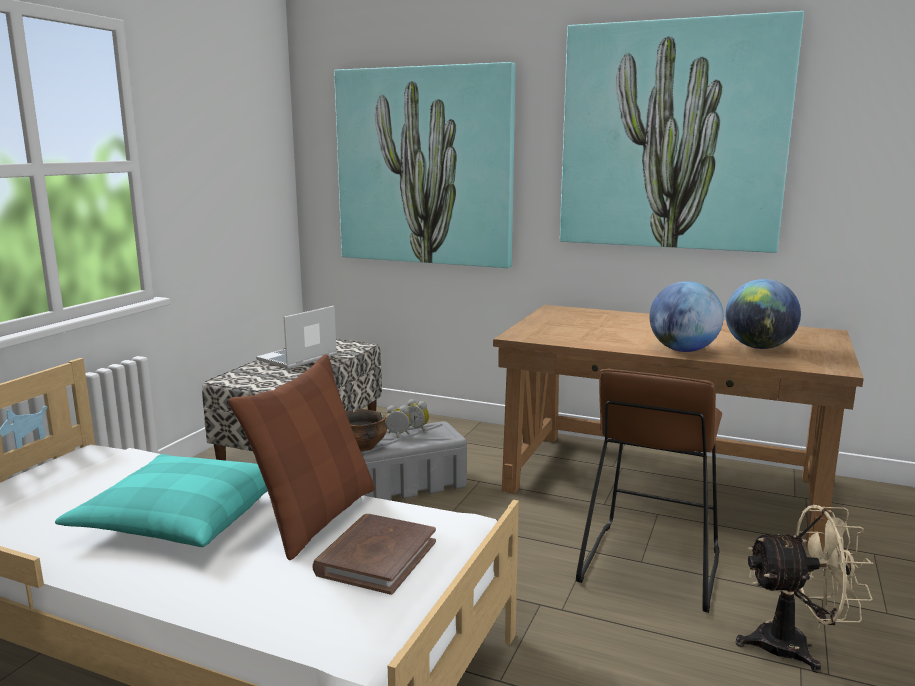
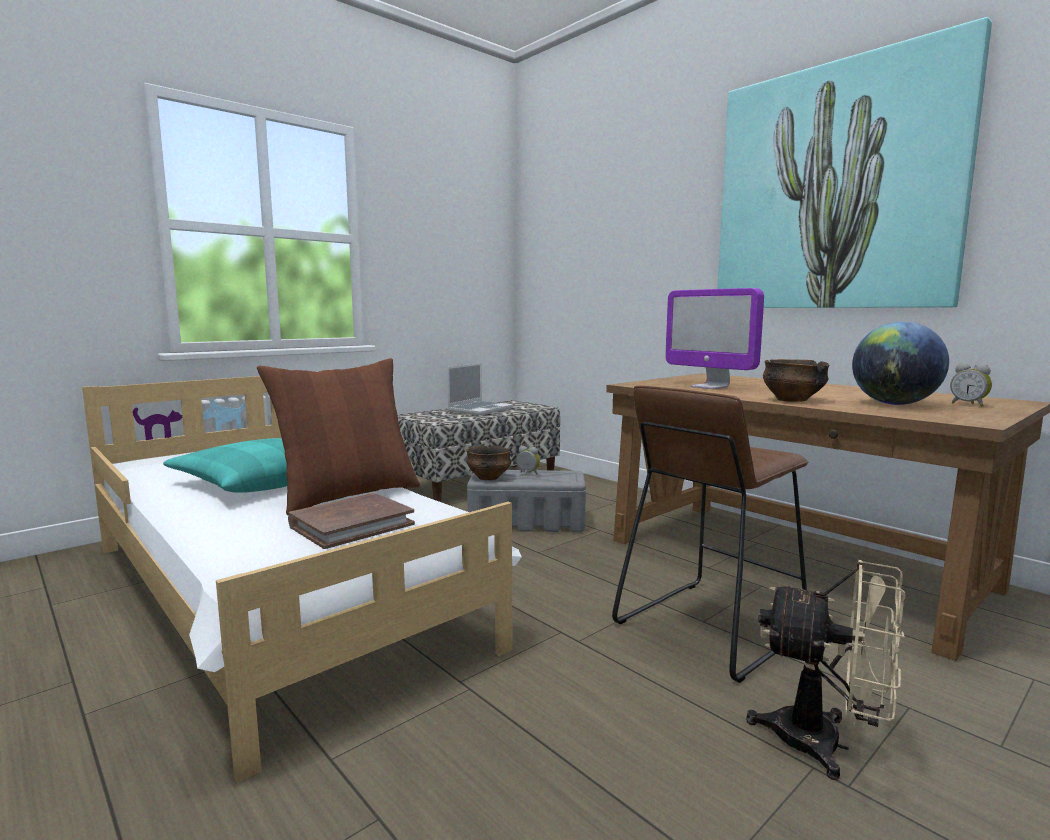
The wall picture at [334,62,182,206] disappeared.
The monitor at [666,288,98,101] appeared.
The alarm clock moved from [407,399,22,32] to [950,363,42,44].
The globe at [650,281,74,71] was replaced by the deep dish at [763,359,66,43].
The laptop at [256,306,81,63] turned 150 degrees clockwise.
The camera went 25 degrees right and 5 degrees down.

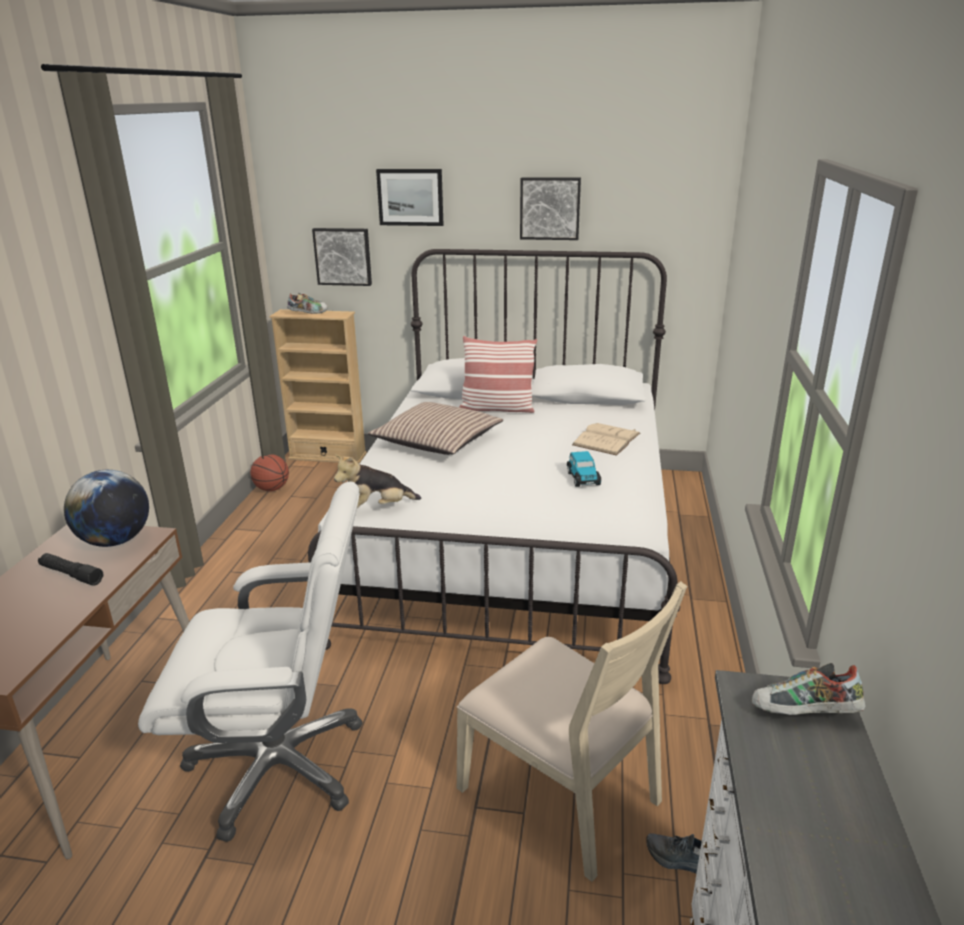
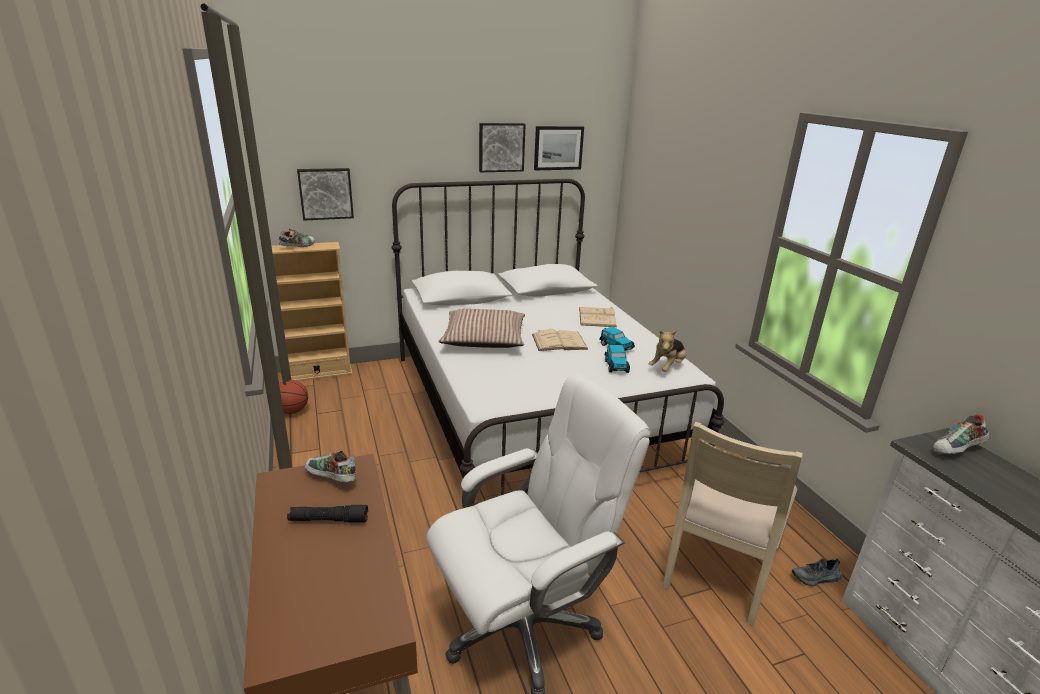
The cushion at [460,336,77,77] disappeared.
The beige volume at [532,329,56,22] appeared.
The miniature car at [605,345,25,28] appeared.
The cuddly toy moved from [334,455,87,53] to [648,330,39,42].
The wall picture moved from [376,169,67,57] to [534,126,50,44].
The globe at [64,470,85,77] was replaced by the shoe at [305,451,51,31].
The beige chair at [457,581,230,301] turned 105 degrees clockwise.
The camera went 30 degrees left and 0 degrees up.

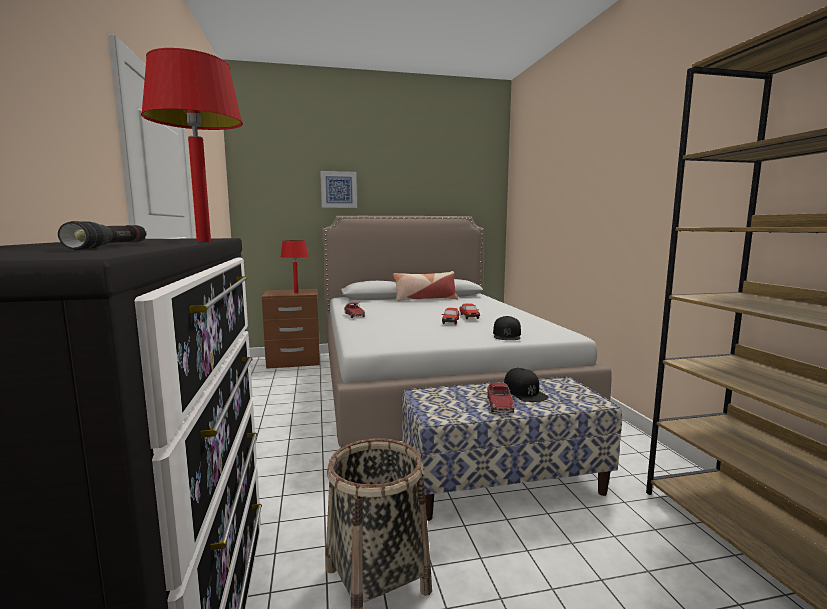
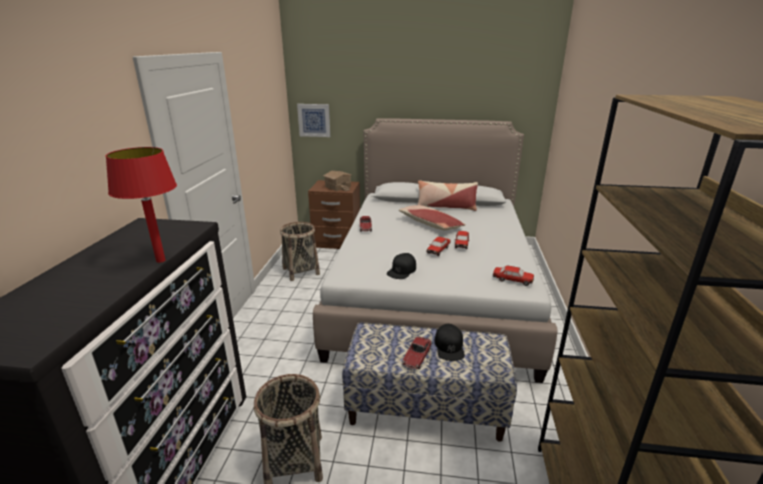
The black flashlight at [58,221,89,29] disappeared.
The household basket at [280,222,40,59] appeared.
The cushion at [399,205,67,25] appeared.
The miniature car at [493,265,41,21] appeared.
The wall picture moved from [320,171,37,37] to [297,104,33,33].
The black peaked cap moved from [493,316,28,24] to [387,253,29,26].
The reddish table lamp at [281,240,28,53] was replaced by the toy house at [323,171,28,20].
The camera went 20 degrees right and 15 degrees up.

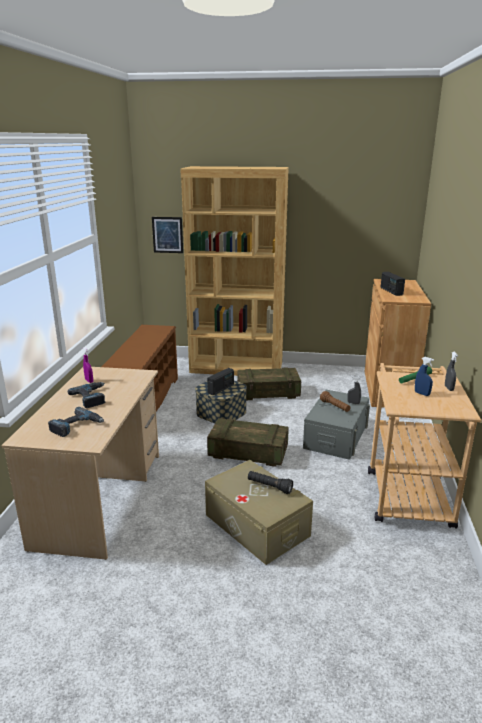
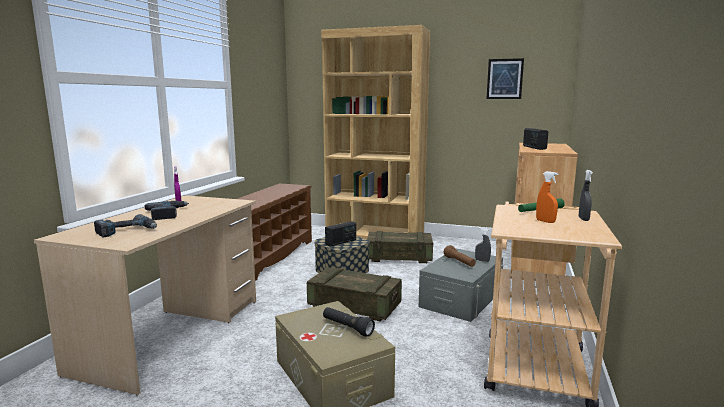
The wall picture moved from [152,217,31,36] to [487,58,37,41].
The blue-coloured sprayer at [415,357,19,39] became the orangey sprayer at [536,171,22,52].
The camera went 10 degrees right and 10 degrees down.

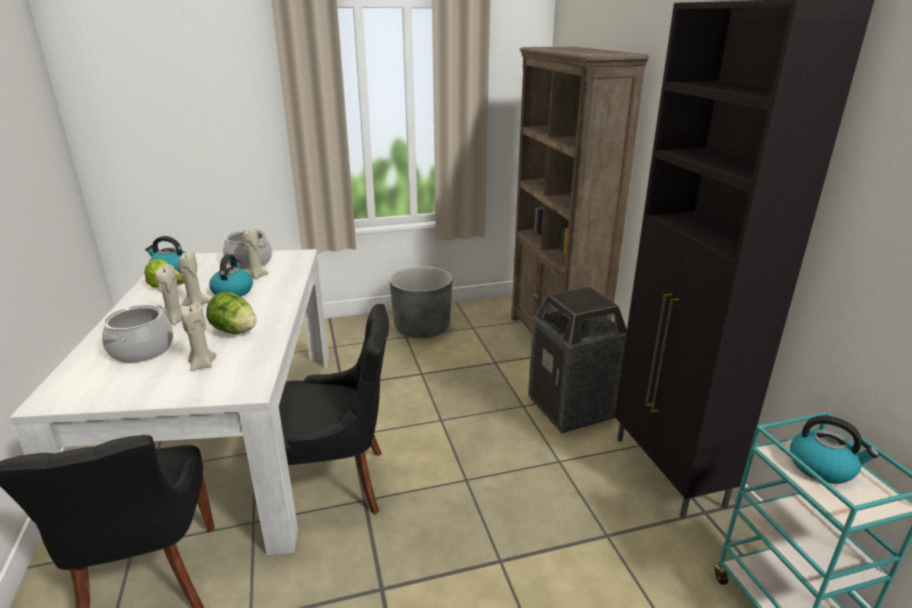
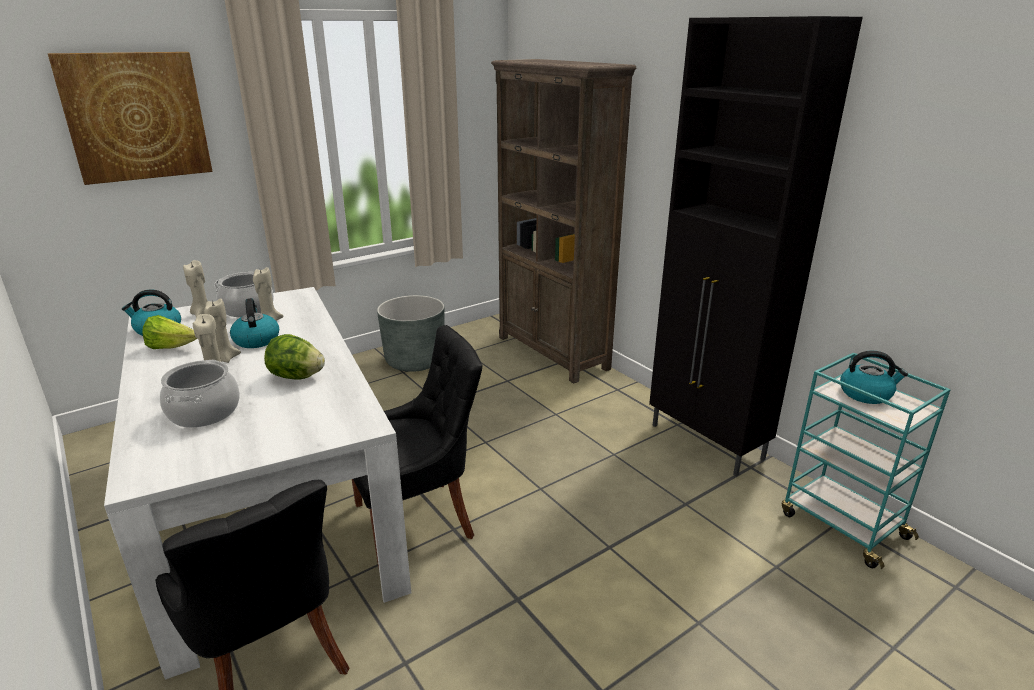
The waste bin at [528,287,99,146] disappeared.
The wall picture at [48,52,165,133] appeared.
The beige wax light moved from [181,302,35,69] to [183,260,24,57].
The camera went 20 degrees left and 0 degrees up.

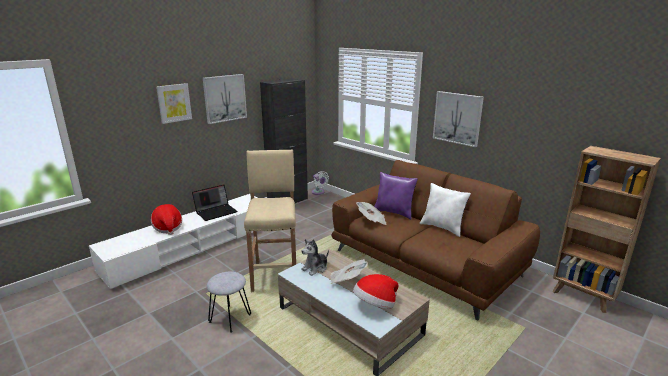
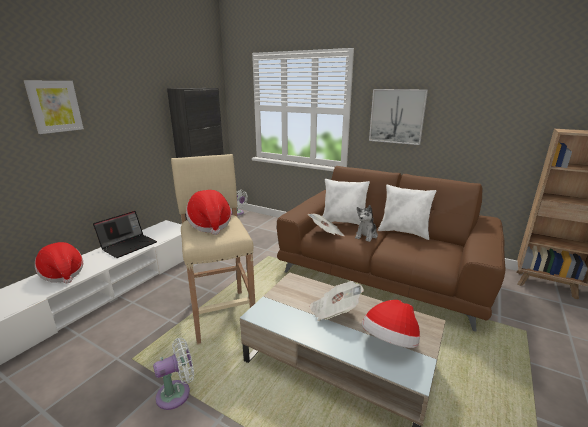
The wall picture at [203,74,44,50] disappeared.
The clothing hat at [186,190,45,45] appeared.
The cuddly toy moved from [301,239,28,37] to [355,205,23,37].
The grey stool at [207,272,44,61] was replaced by the white-coloured cooling fan at [153,338,41,72].
The purple cushion at [374,172,44,48] became the white-coloured cushion at [322,179,48,46].
The camera went 15 degrees left and 0 degrees up.

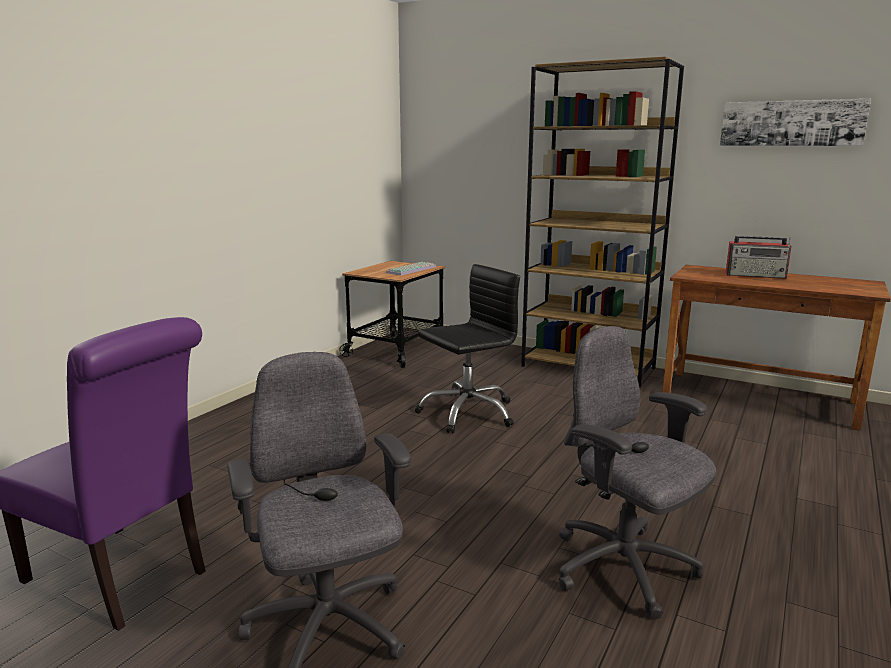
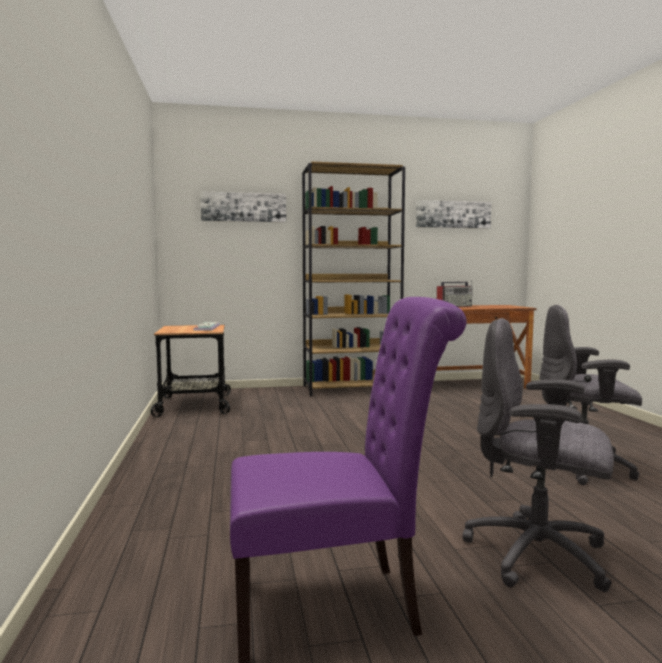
The black office chair at [415,264,105,170] disappeared.
The wall picture at [200,191,86,31] appeared.
The camera went 40 degrees left and 10 degrees down.

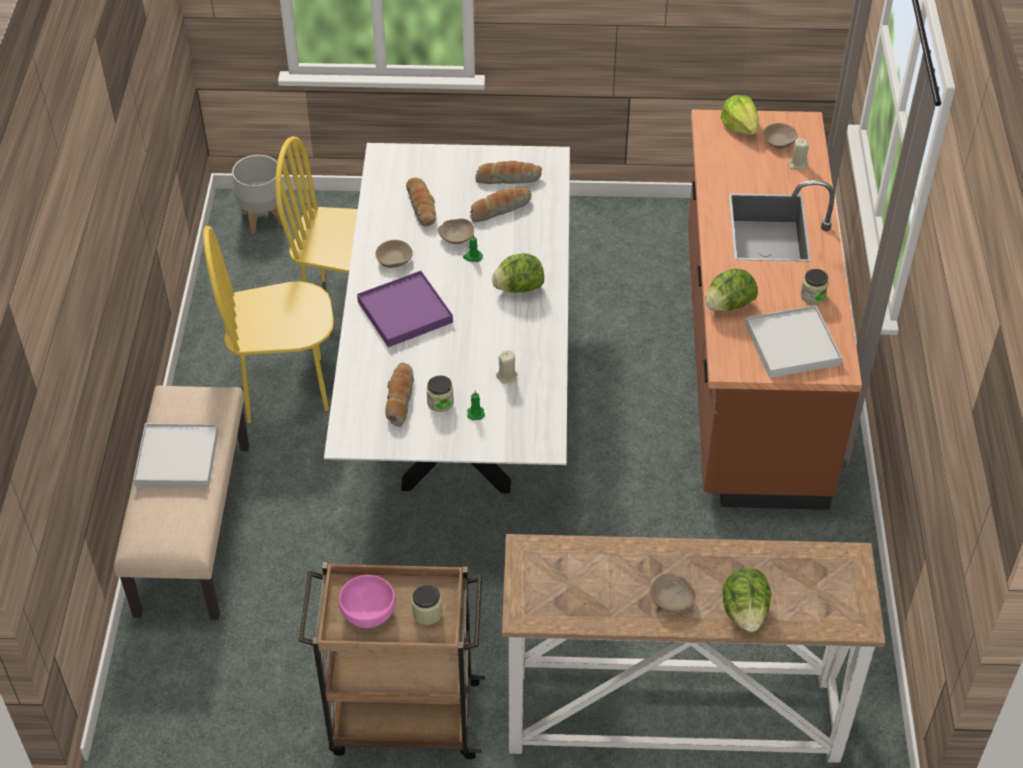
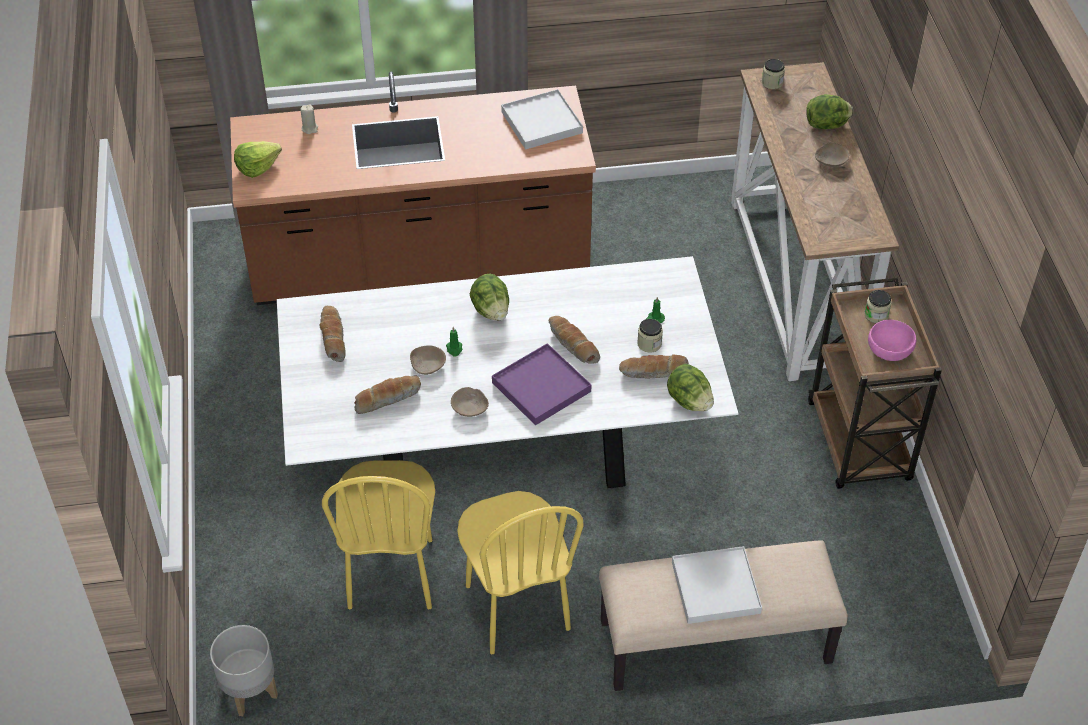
The beige wax light at [496,350,22,34] disappeared.
The beige deep dish at [763,123,35,26] disappeared.
The baked bread moved from [470,187,61,35] to [549,316,51,48].
The lettuce moved from [706,269,52,43] to [667,364,47,47].
The preserve jar moved from [800,269,29,35] to [762,59,23,30].
The camera went 100 degrees left and 0 degrees up.

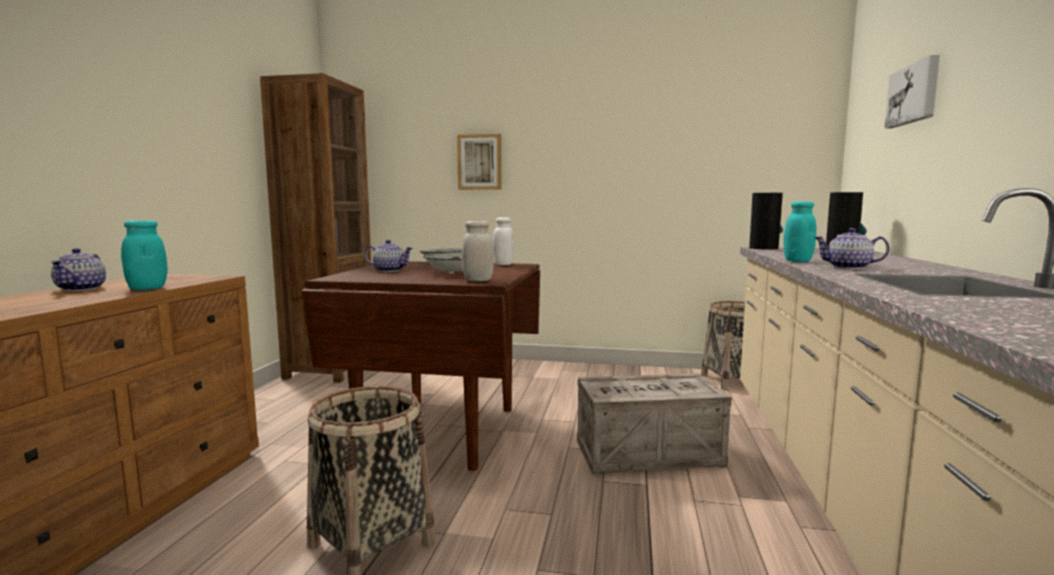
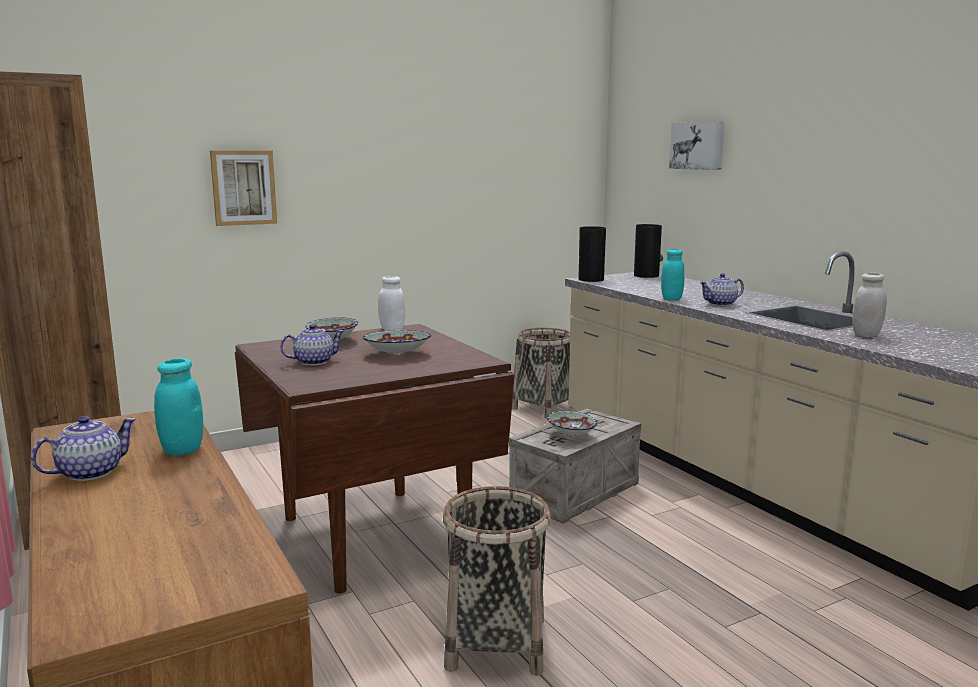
The deep dish at [547,411,50,25] appeared.
The white-coloured preserve jar moved from [462,221,32,60] to [853,273,33,64].
The teapot at [51,248,55,43] turned 90 degrees counterclockwise.
The camera went 40 degrees left and 5 degrees up.

